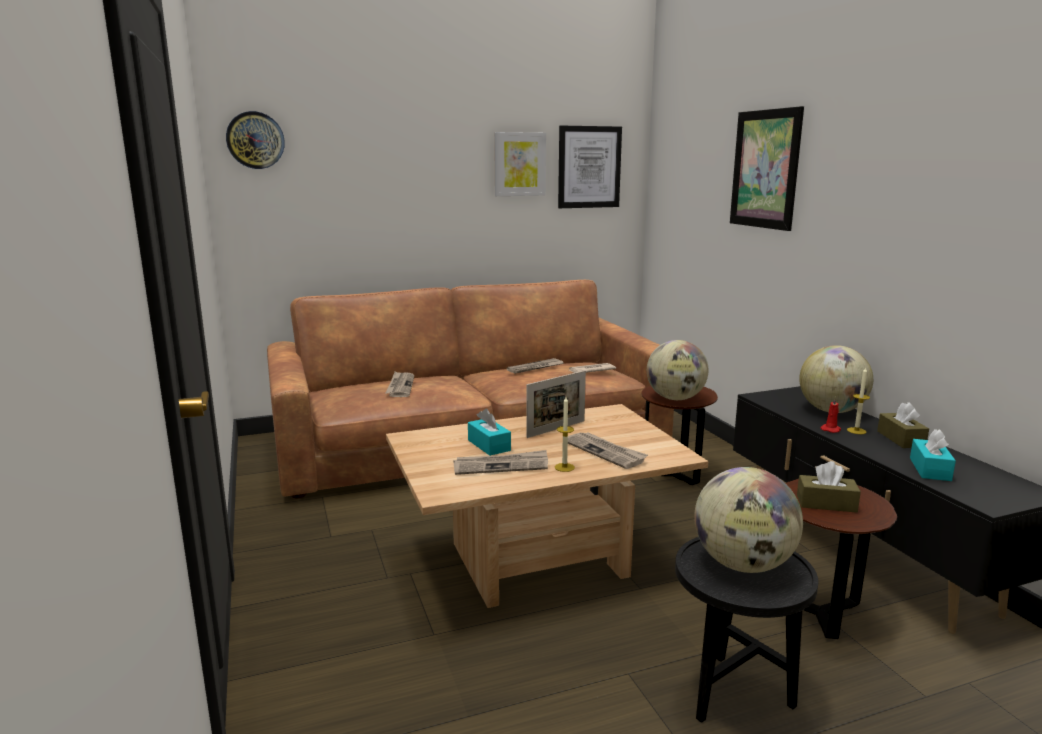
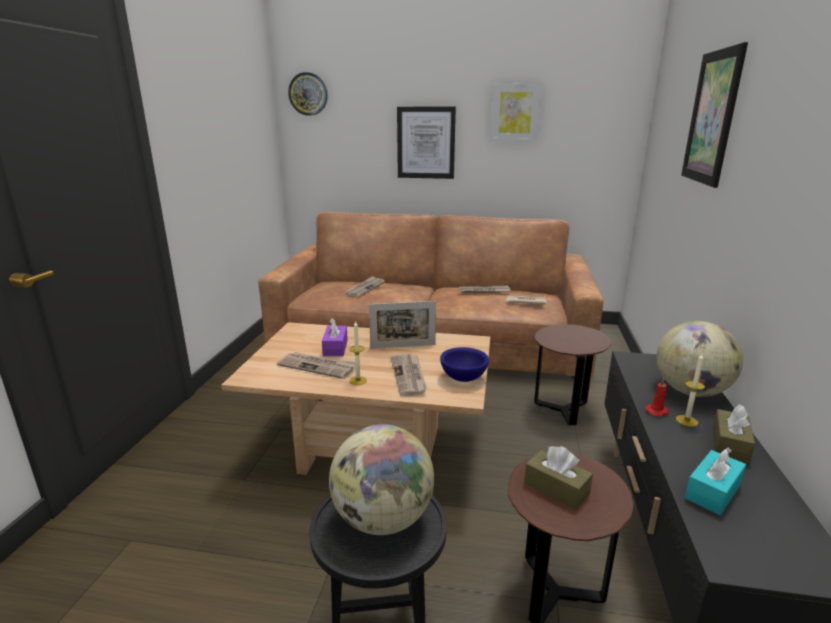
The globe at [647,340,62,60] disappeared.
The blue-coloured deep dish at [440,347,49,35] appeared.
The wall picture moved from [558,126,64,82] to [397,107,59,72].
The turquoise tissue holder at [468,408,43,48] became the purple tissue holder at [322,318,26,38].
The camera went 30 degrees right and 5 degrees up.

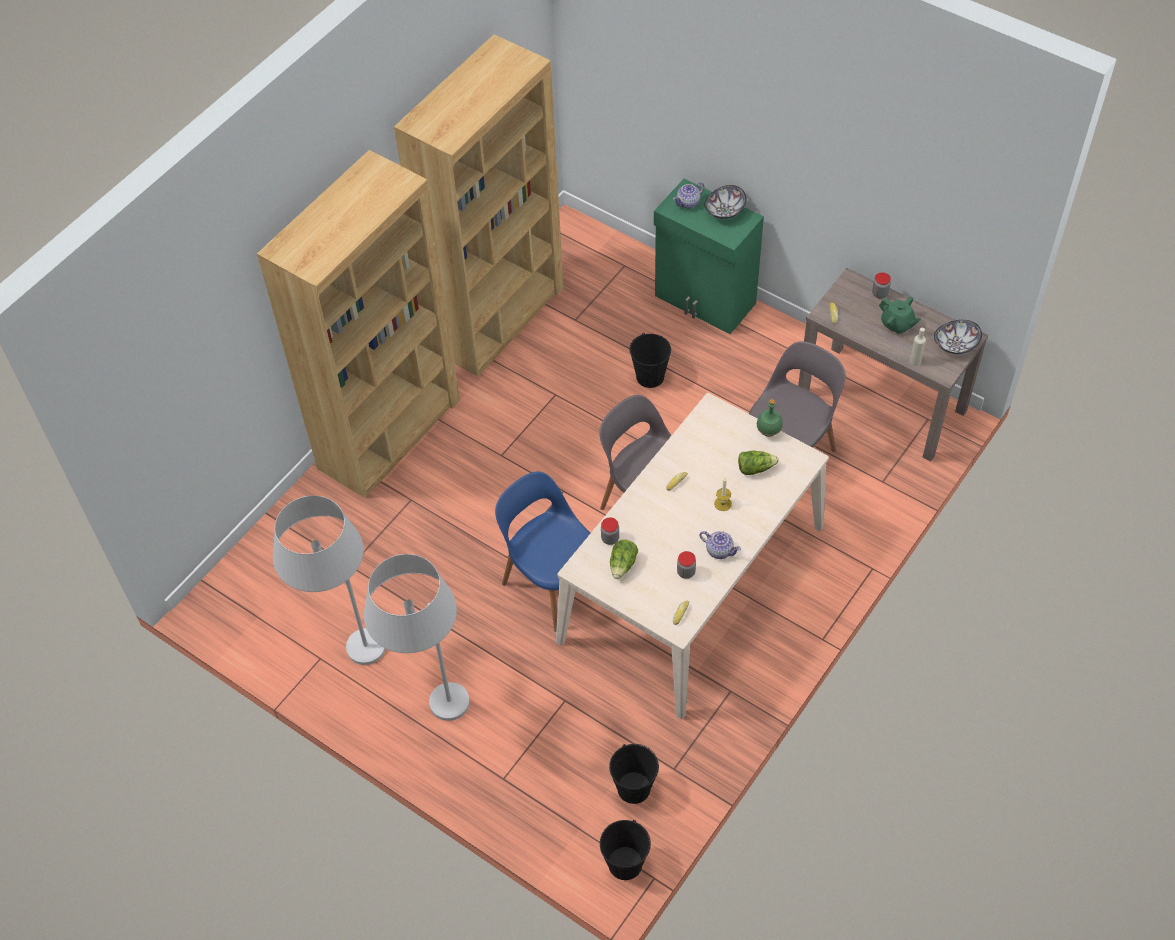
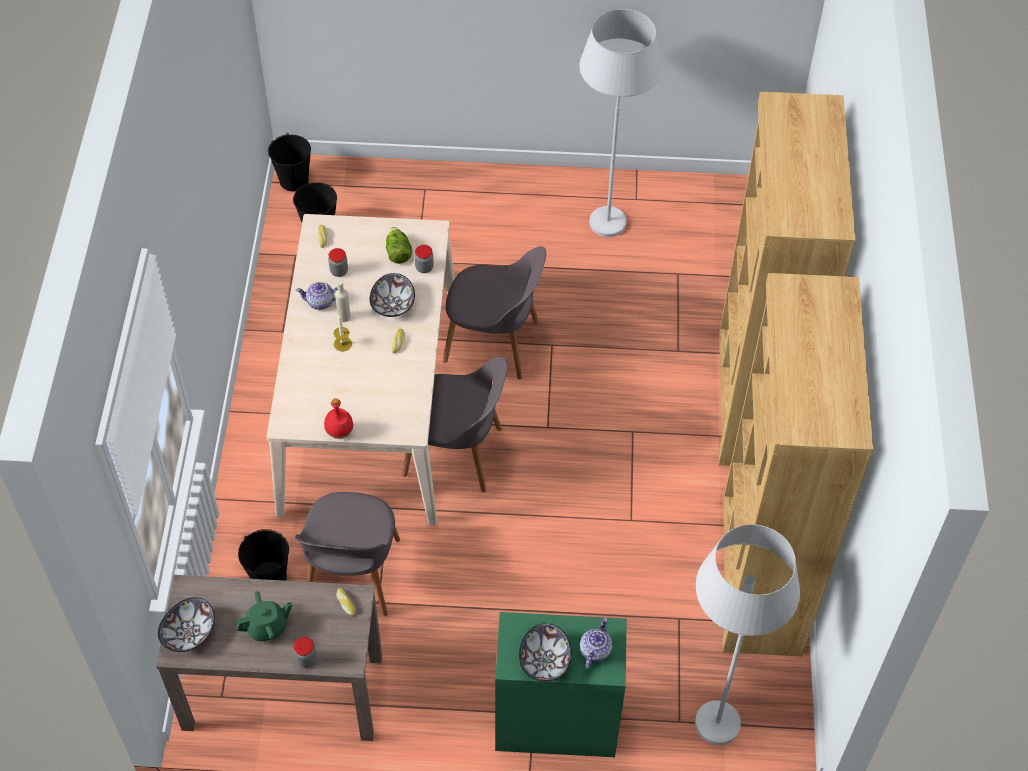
The lettuce at [738,451,41,24] disappeared.
The deep dish at [370,273,45,44] appeared.
The white-coloured standing lamp moved from [364,554,106,167] to [695,524,105,221].
The black pail moved from [629,333,42,55] to [238,529,51,52].
The beige bottle moved from [910,328,16,38] to [335,281,16,41].
The blue-coloured chair at [495,472,95,160] became the grey chair at [443,246,103,133].
The greenish bottle at [757,399,26,38] became the reddish bottle at [324,398,29,41].
The greenish teapot at [879,297,42,37] turned 150 degrees clockwise.
The camera went 145 degrees right and 0 degrees up.

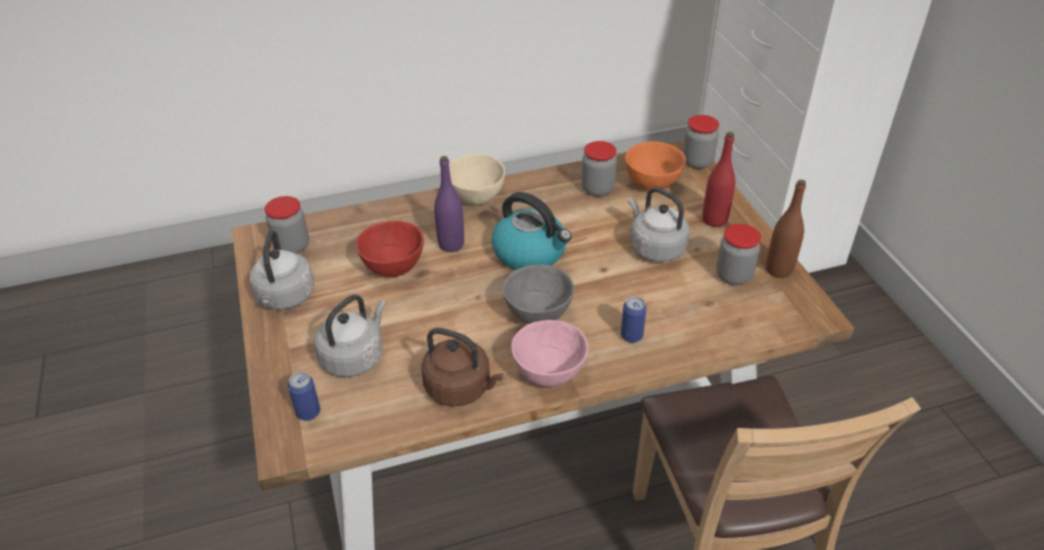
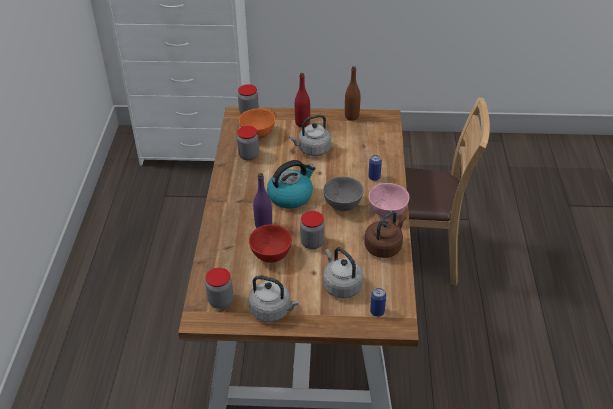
The beige deep dish at [449,154,56,51] disappeared.
The preserve jar moved from [716,224,45,61] to [300,211,25,38].
The camera went 70 degrees left and 0 degrees up.

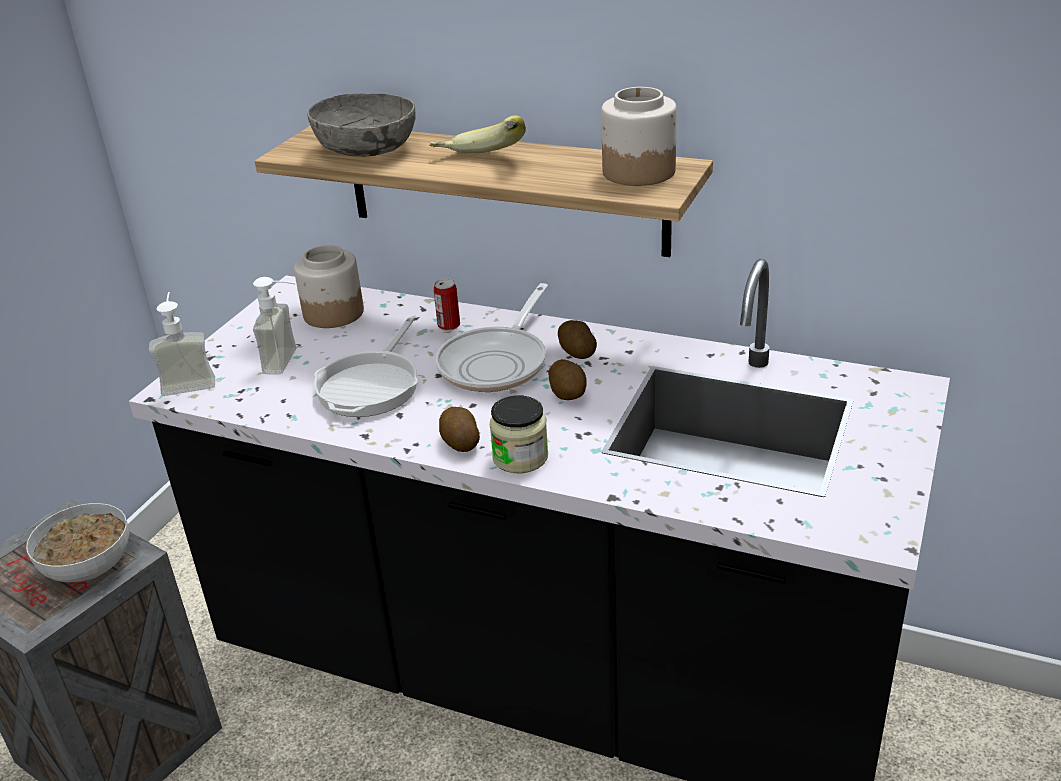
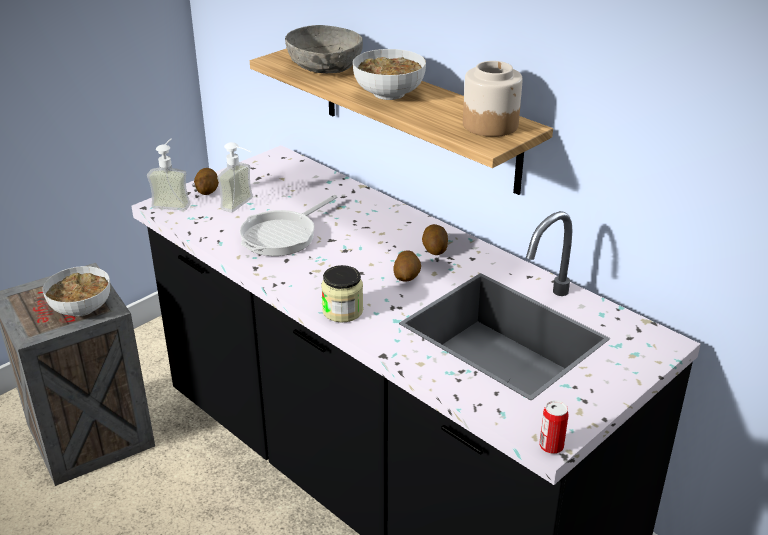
The preserve jar at [294,245,70,83] disappeared.
The skillet at [436,283,112,109] disappeared.
The sealed can moved from [433,278,27,53] to [539,400,30,54].
The whole potato moved from [439,407,41,45] to [194,168,25,27].
The banana fruit at [429,115,97,38] was replaced by the deep dish at [353,49,73,51].
The camera went 20 degrees right and 0 degrees up.

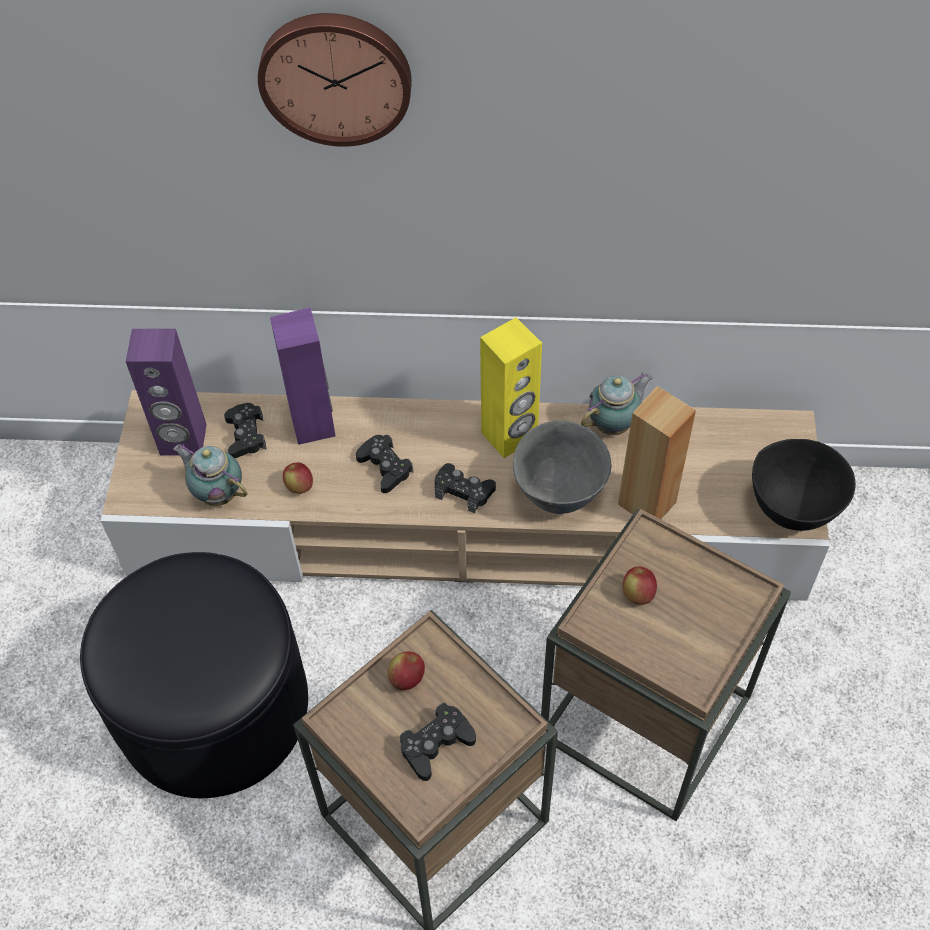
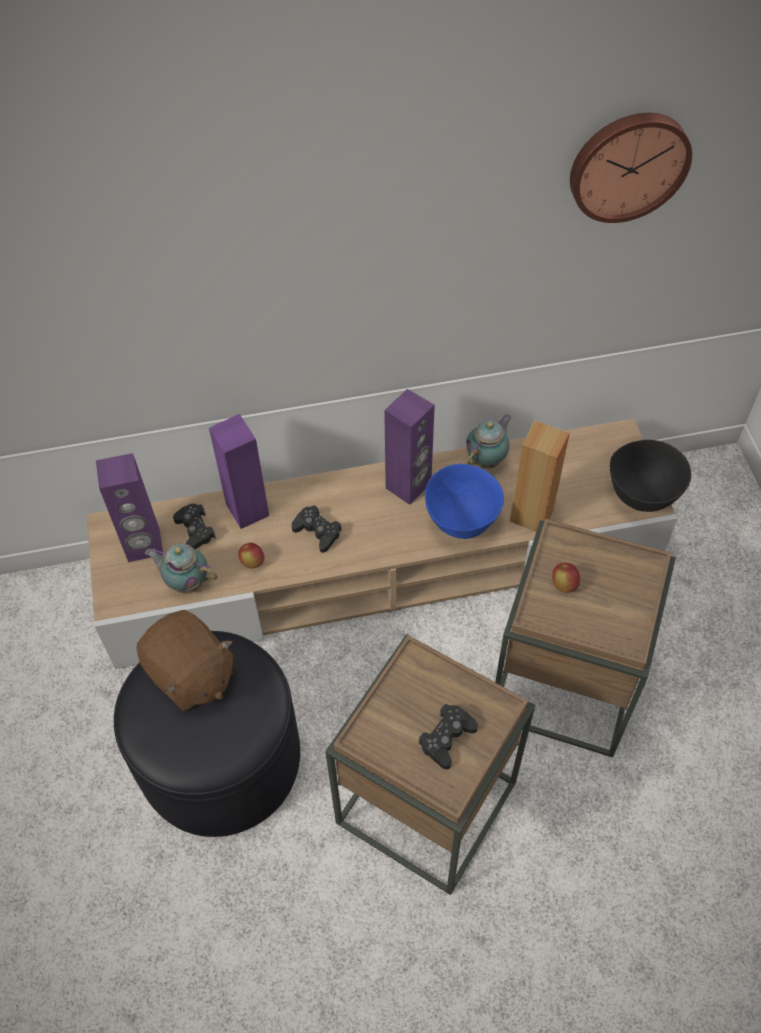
The apple fruit at [388,651,37,39] disappeared.
The black gamepad at [435,463,61,50] disappeared.
The brownish cuddly toy at [136,610,97,102] appeared.
The clock on the wall moved from [258,13,154,134] to [570,113,122,110].
The yellowish loudspeaker at [480,317,62,141] became the purple loudspeaker at [384,389,51,116].
The grey deep dish at [513,420,98,94] became the blue-coloured deep dish at [425,464,79,75].
The camera went 15 degrees left and 0 degrees up.

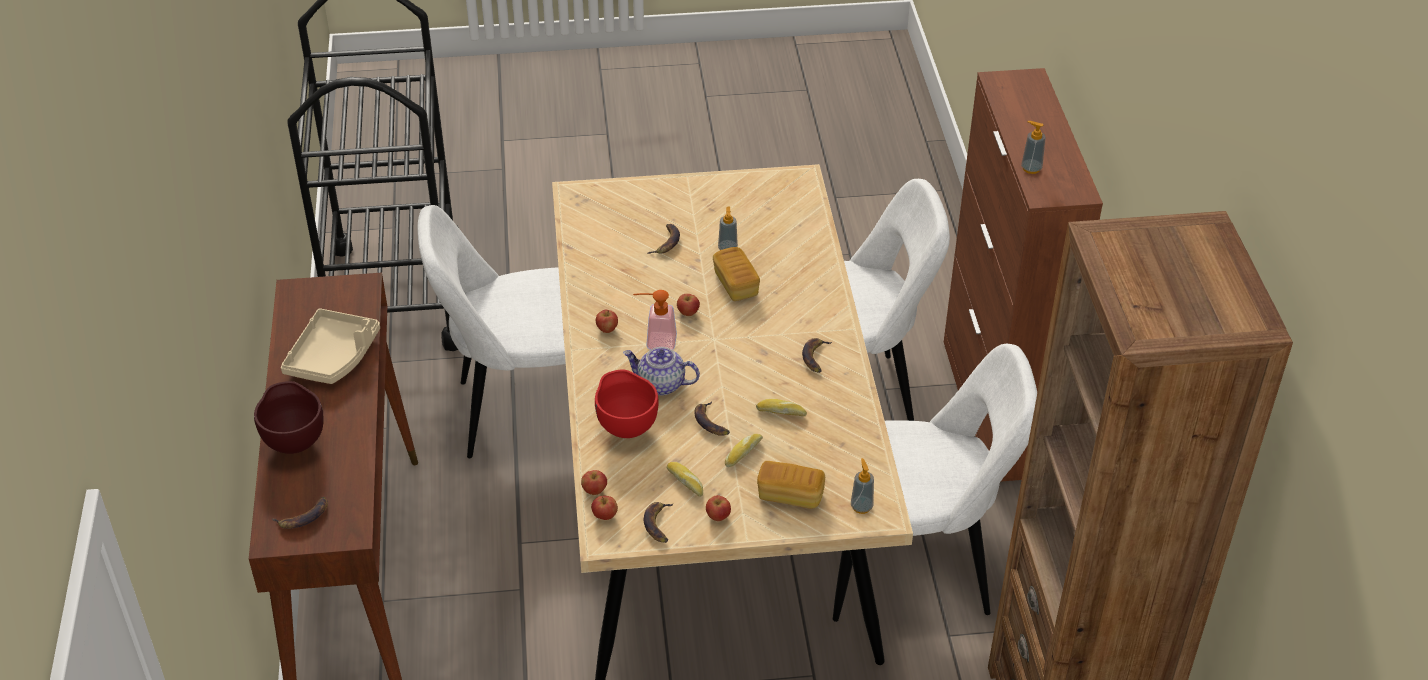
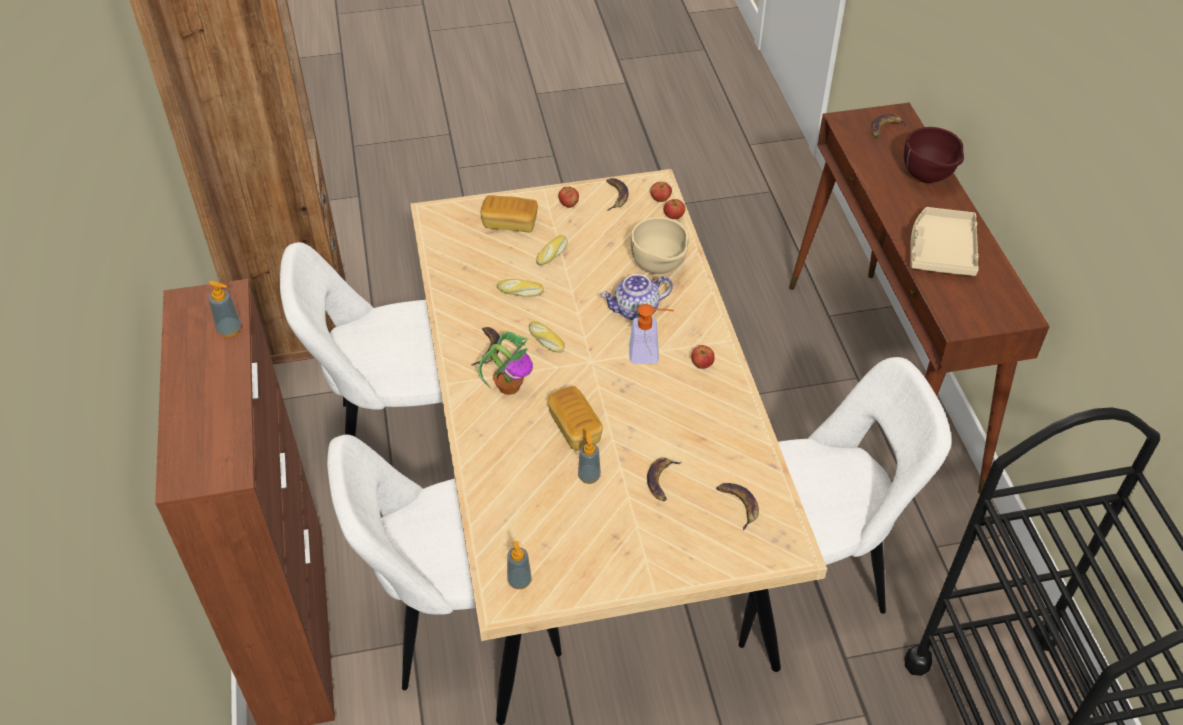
The apple fruit at [677,294,23,22] disappeared.
The houseplant at [478,332,55,63] appeared.
The baked bread moved from [666,462,37,35] to [529,321,36,32].
The banana fruit moved from [694,401,36,35] to [716,483,43,47].
The soap bottle moved from [851,458,23,56] to [507,541,25,48].
The reddish deep dish at [595,369,64,69] became the beige deep dish at [630,217,58,57].
The teapot at [623,347,77,48] turned 150 degrees clockwise.
The camera went 175 degrees right and 5 degrees up.

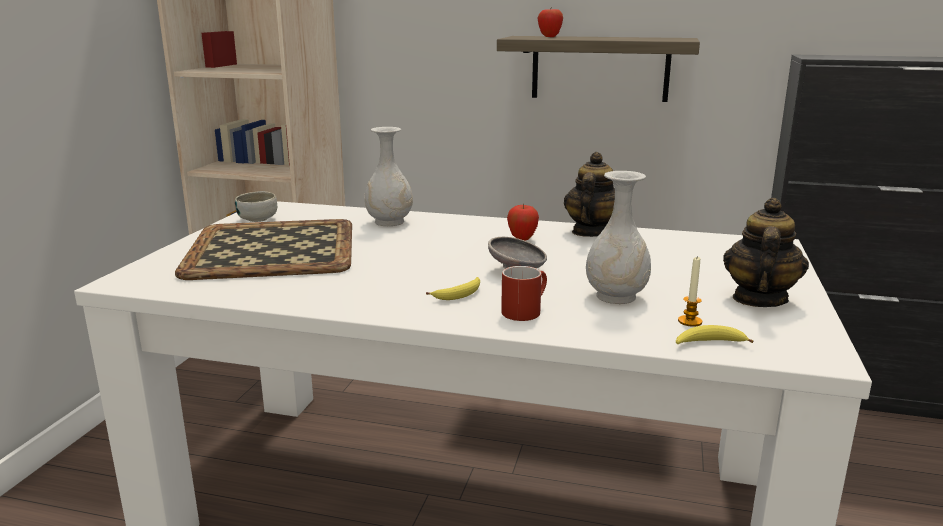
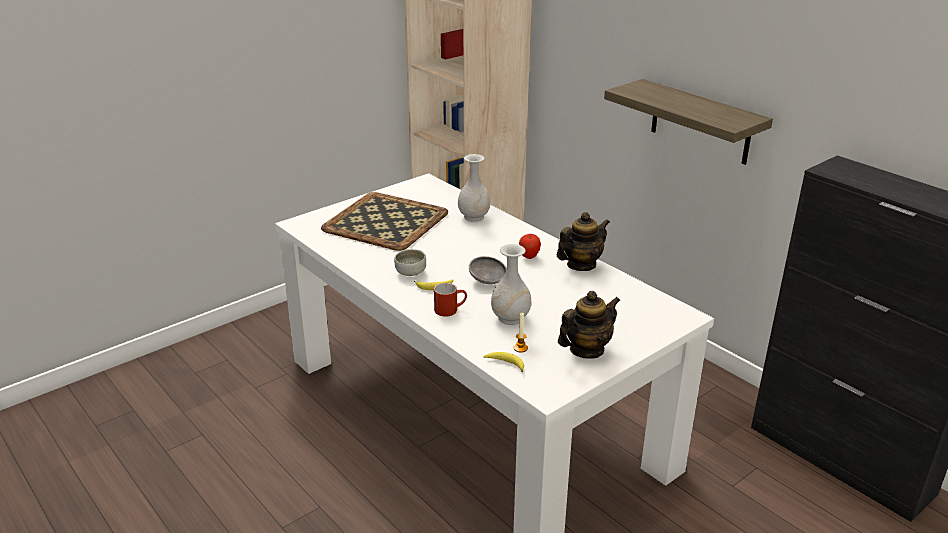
The apple fruit at [537,9,26,28] disappeared.
The deep dish moved from [235,191,42,31] to [394,249,32,27].
The camera went 35 degrees right and 10 degrees up.

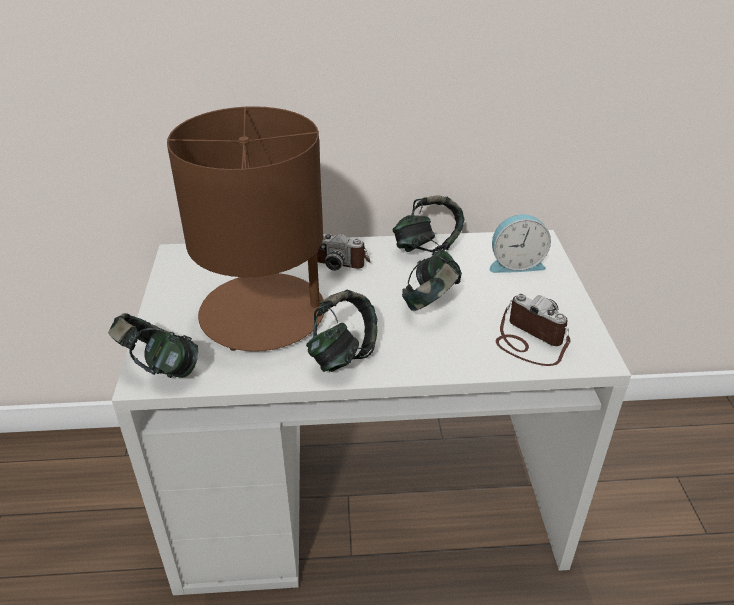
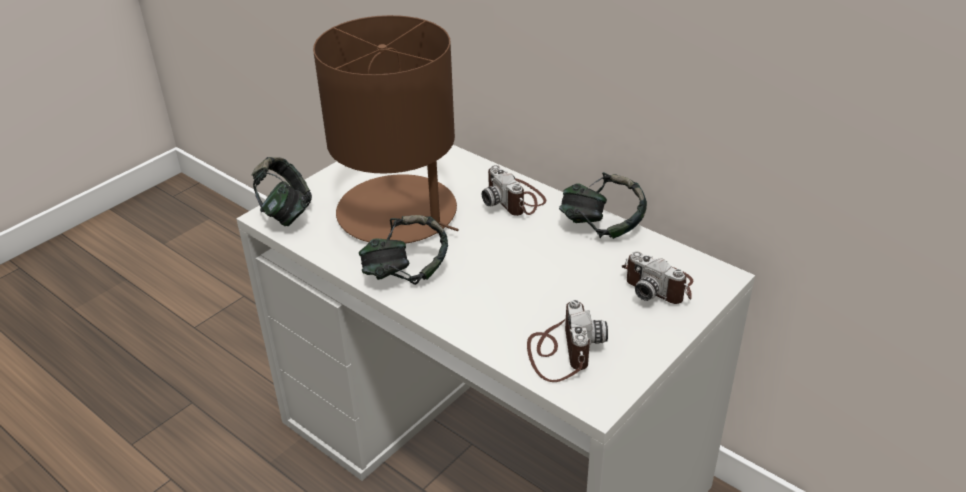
The headphones at [402,249,60,62] disappeared.
The alarm clock at [489,214,62,59] was replaced by the photo camera at [622,251,71,53].
The camera went 45 degrees right and 0 degrees up.

